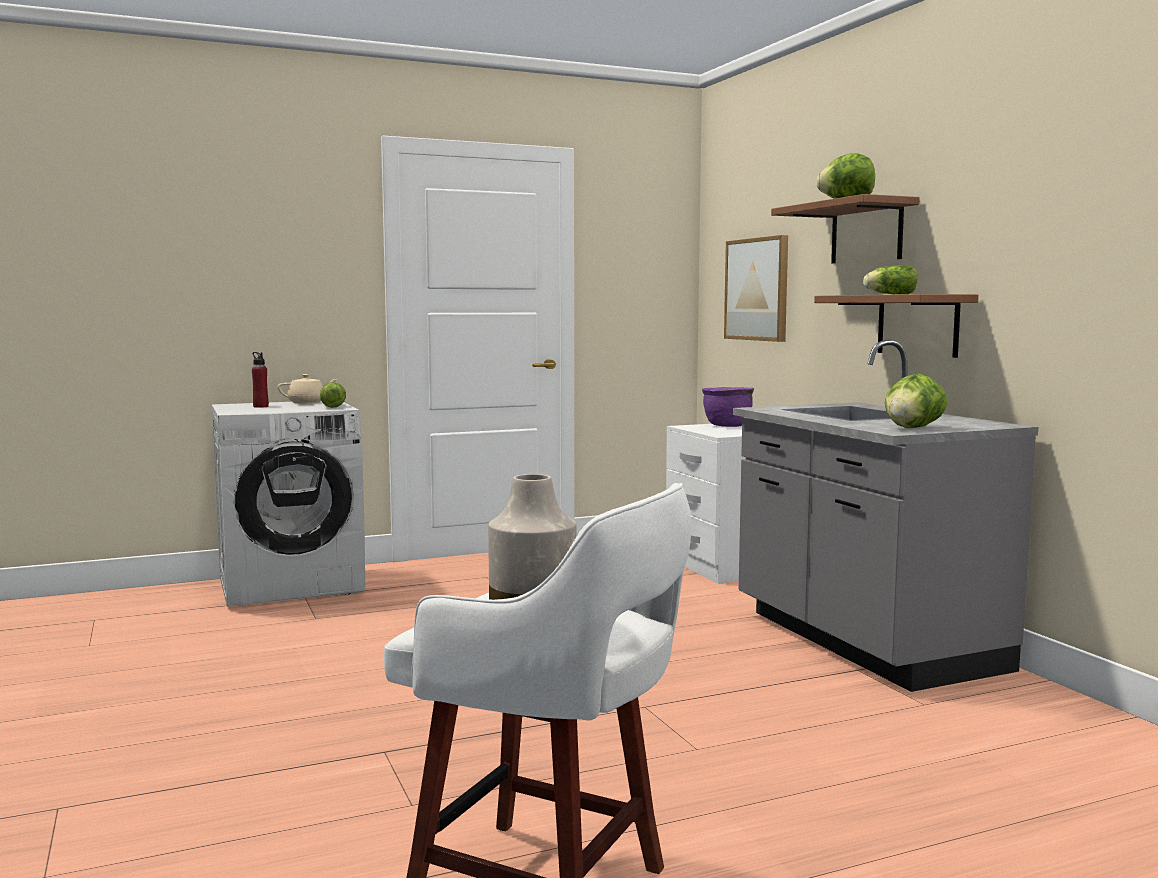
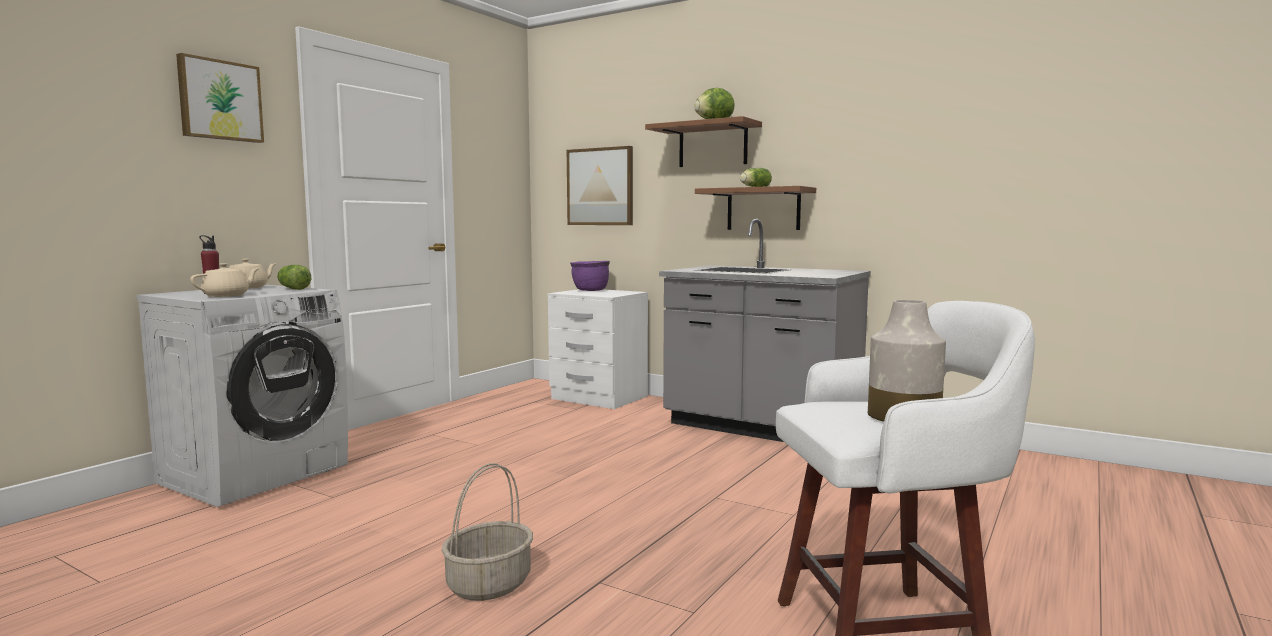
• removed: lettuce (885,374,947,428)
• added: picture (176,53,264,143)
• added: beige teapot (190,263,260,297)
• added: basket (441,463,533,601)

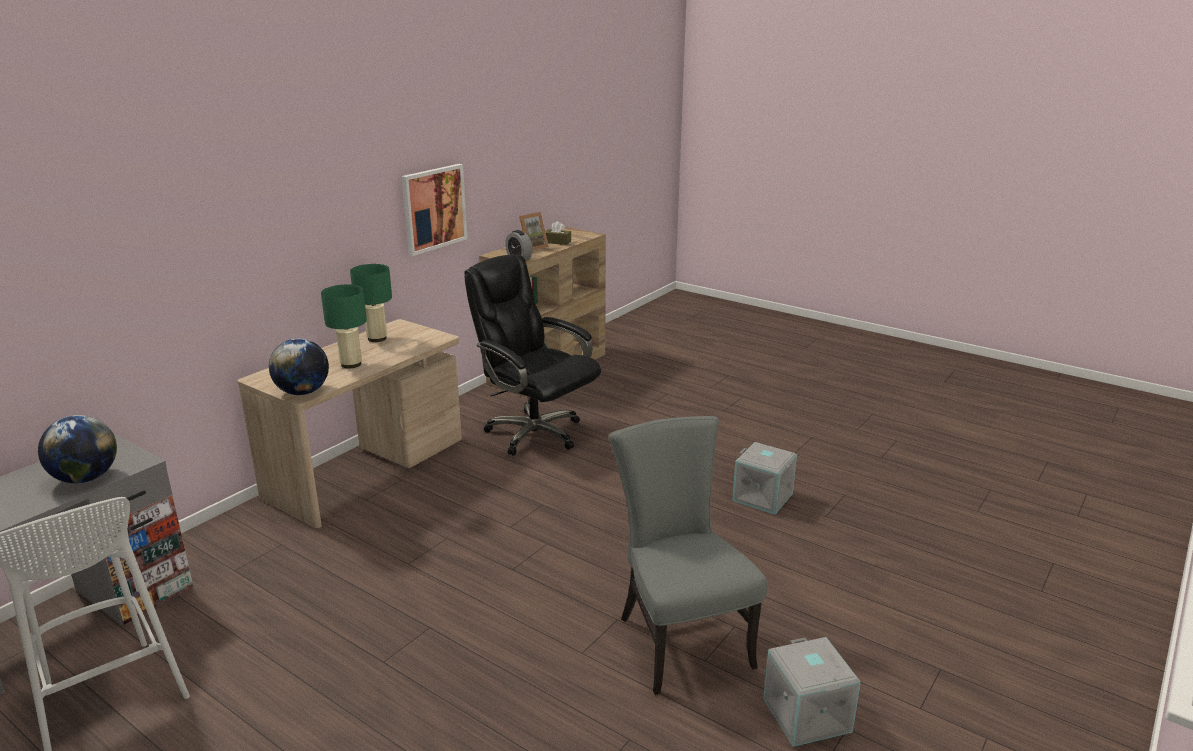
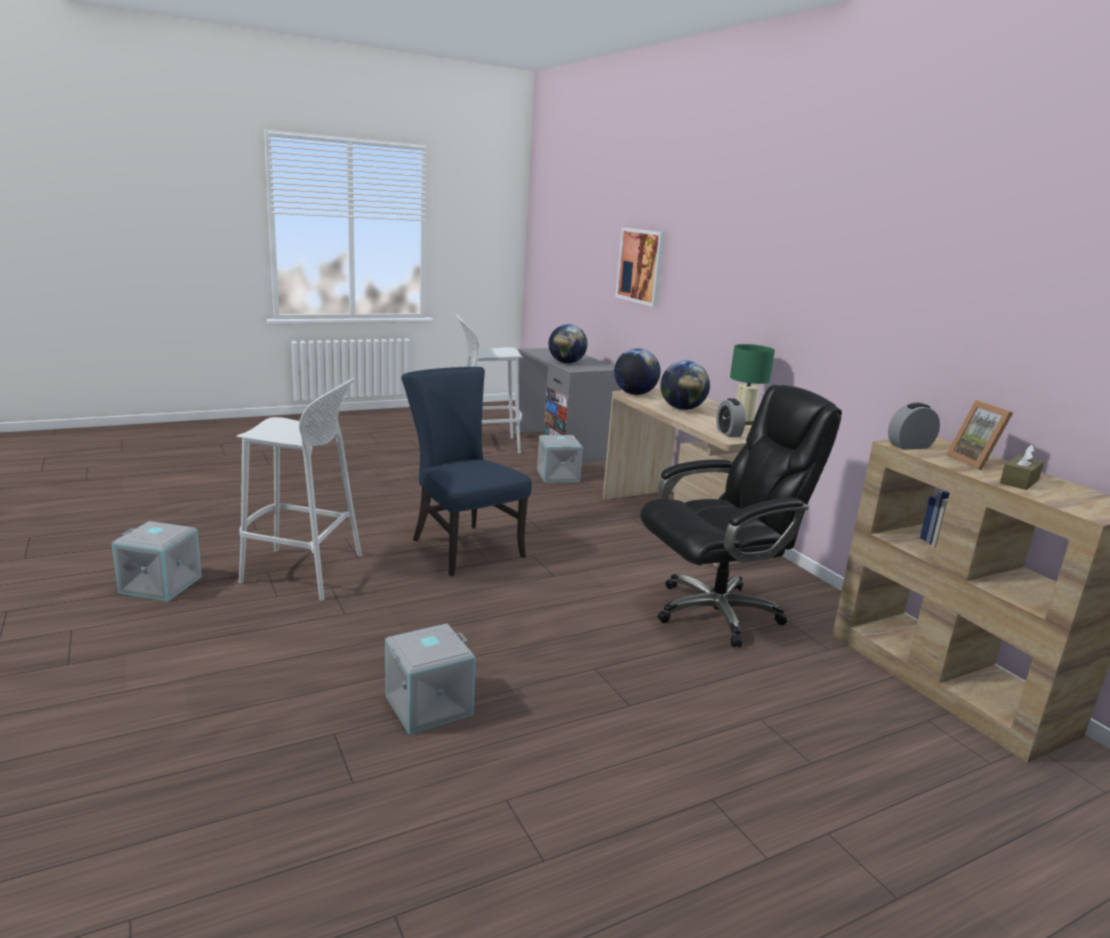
• added: blue chair (401,367,531,576)
• added: grey storage box (537,435,583,483)
• added: alarm clock (717,398,746,437)
• moved: picture (402,164,468,256) to (615,228,665,307)
• replaced: green table lamp (321,284,367,369) to globe (660,360,710,410)
• replaced: grey chair (609,416,767,695) to white stool (237,378,362,600)

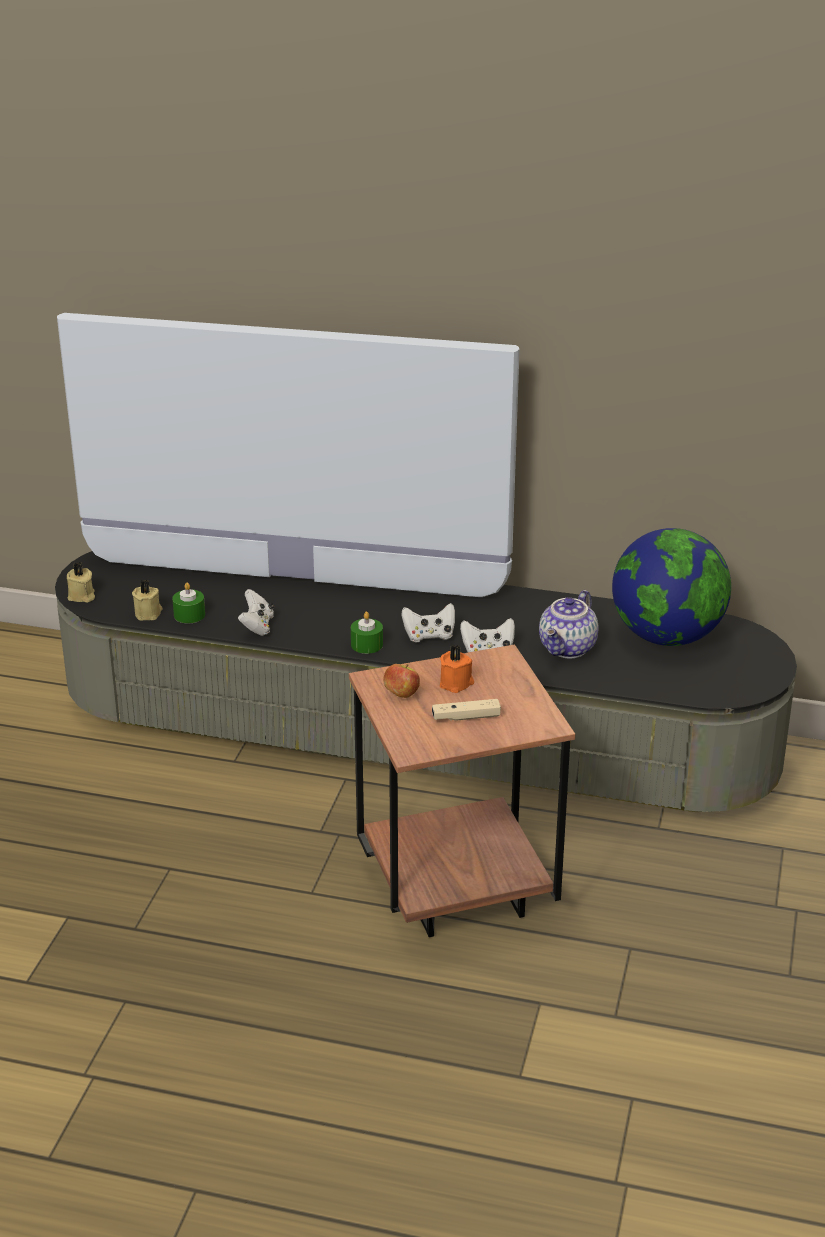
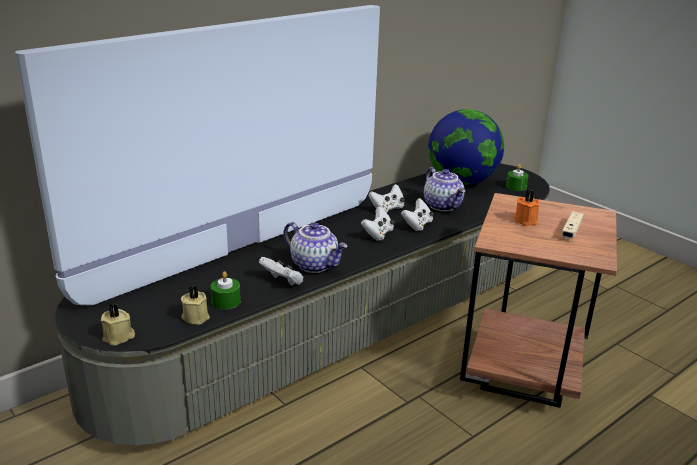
• removed: apple (383,664,420,698)
• added: teapot (284,222,347,273)
• added: white game controller (368,184,405,213)
• moved: green candle (351,612,383,654) to (506,164,529,191)

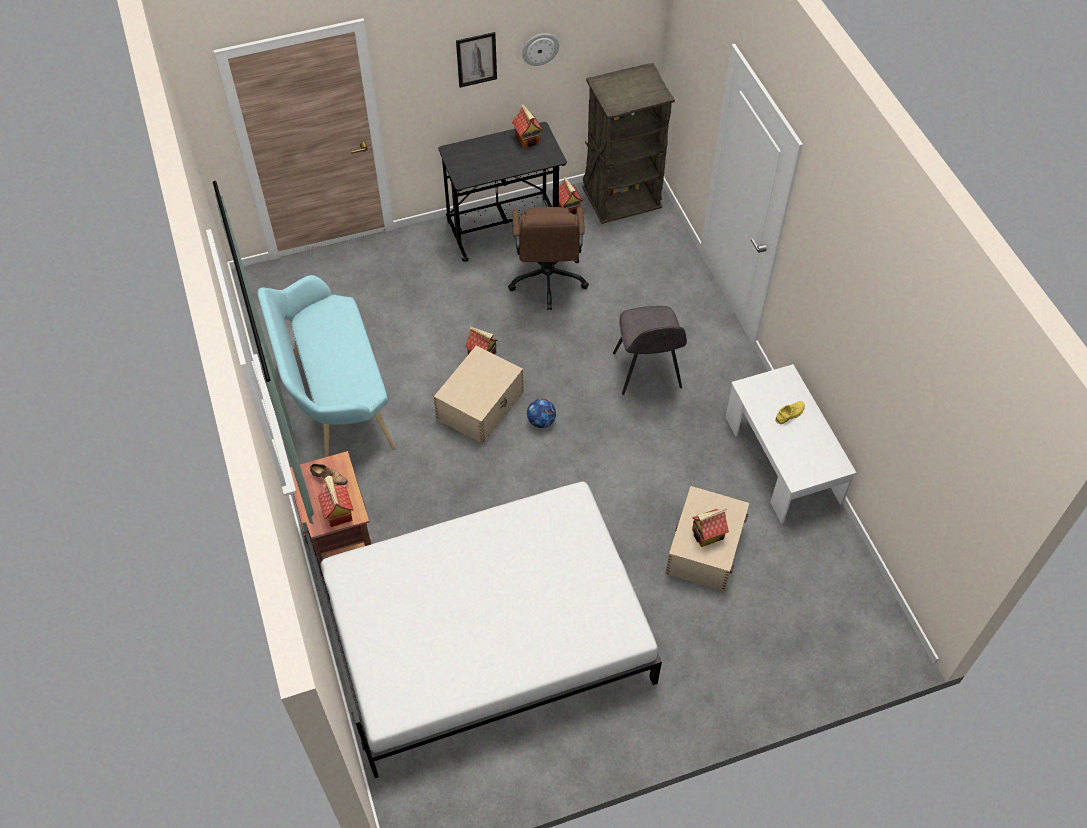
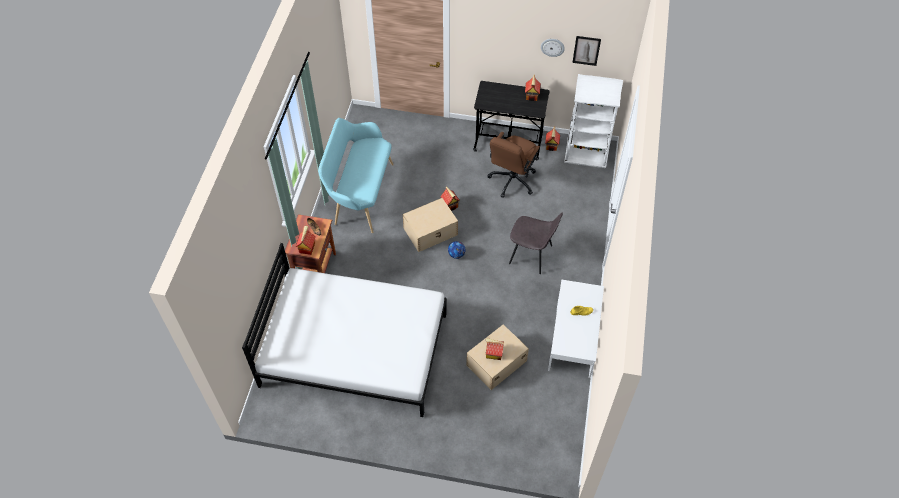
• moved: picture (456,32,497,88) to (572,36,601,66)
• recoloured: brown bookcase (582,63,675,224) to white bookcase (564,74,623,168)
• turned: grey chair (613,306,687,395) = (509,212,563,274) 90 degrees counterclockwise

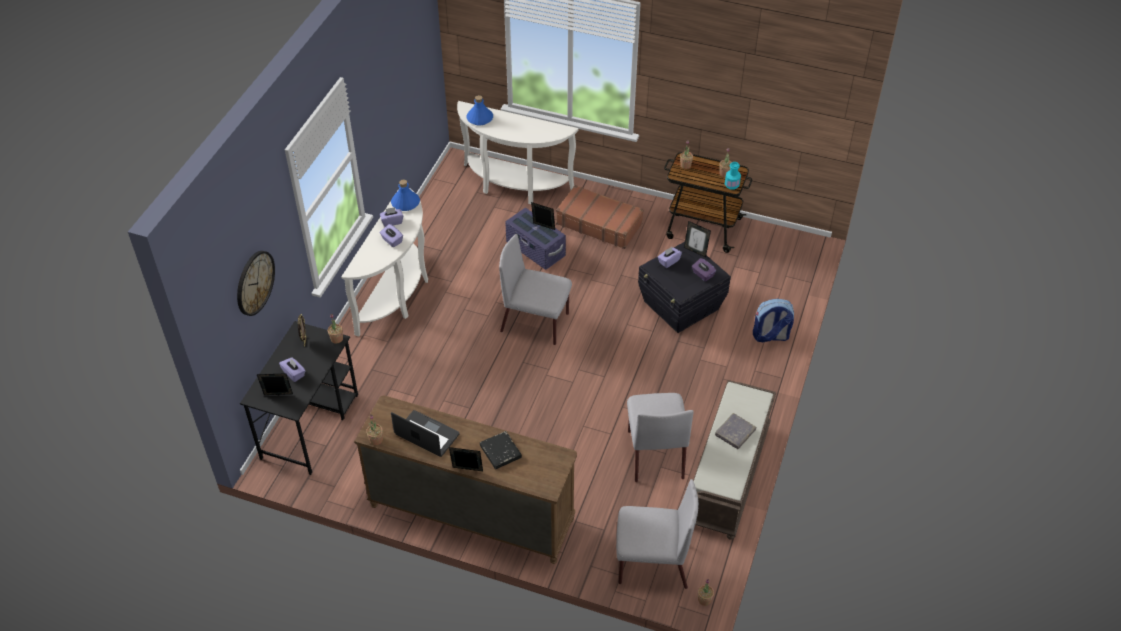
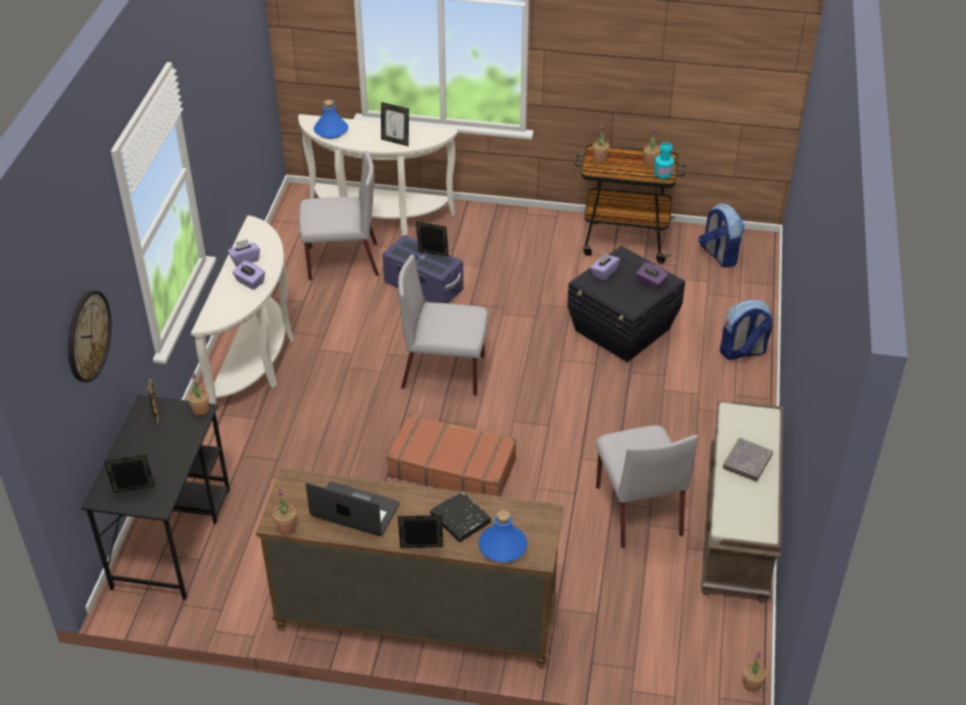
• removed: purple tissue box (279,357,306,382)
• added: backpack (699,203,745,267)
• moved: blue bottle (391,180,420,211) to (479,510,527,562)
• moved: brown suitcase (556,185,644,249) to (387,414,517,496)
• moved: grey chair (616,479,699,589) to (299,150,379,280)
• moved: picture frame (684,221,711,257) to (381,102,409,146)

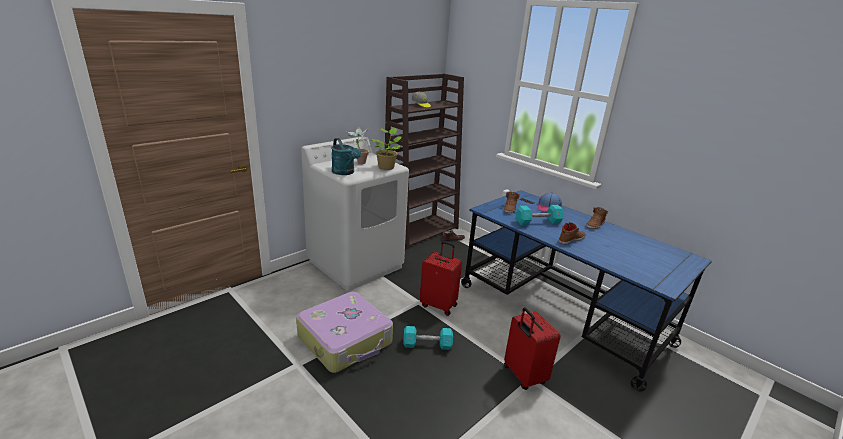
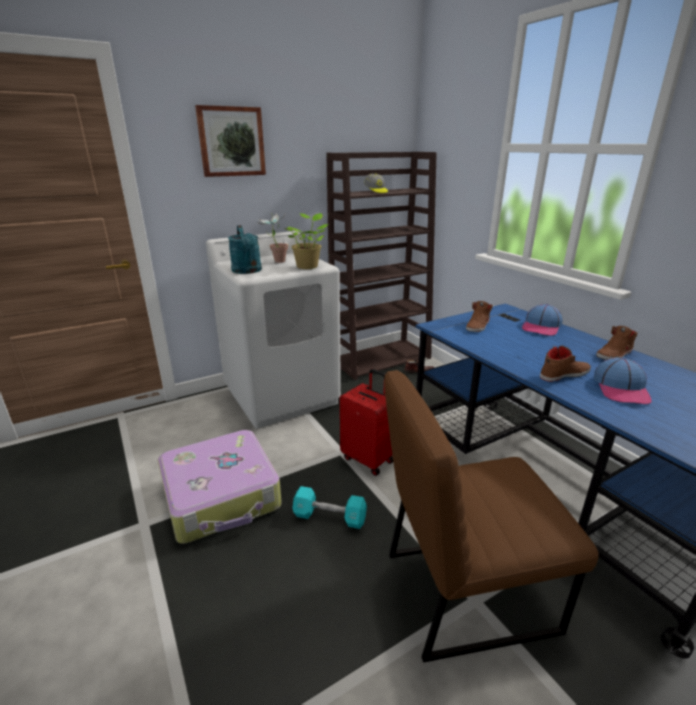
• removed: turquoise dumbbell (516,205,564,226)
• added: picture (195,105,266,177)
• added: cap (594,357,651,404)
• replaced: red suitcase (504,308,561,390) to brown chair (384,370,599,663)

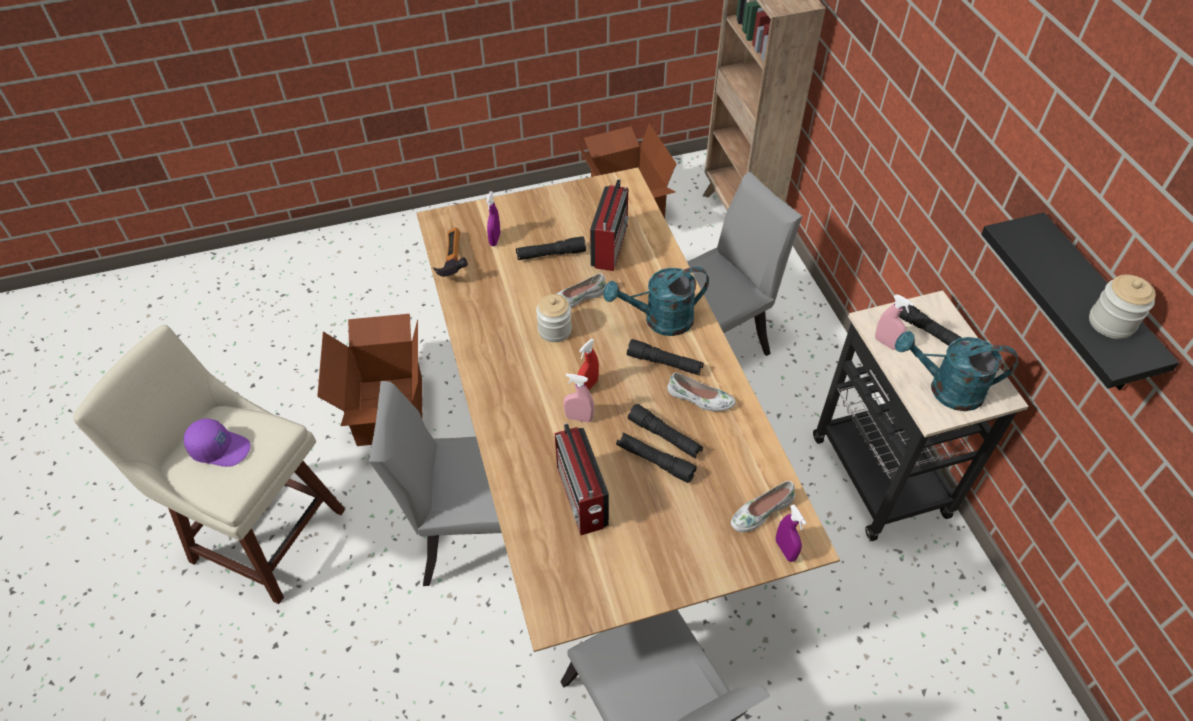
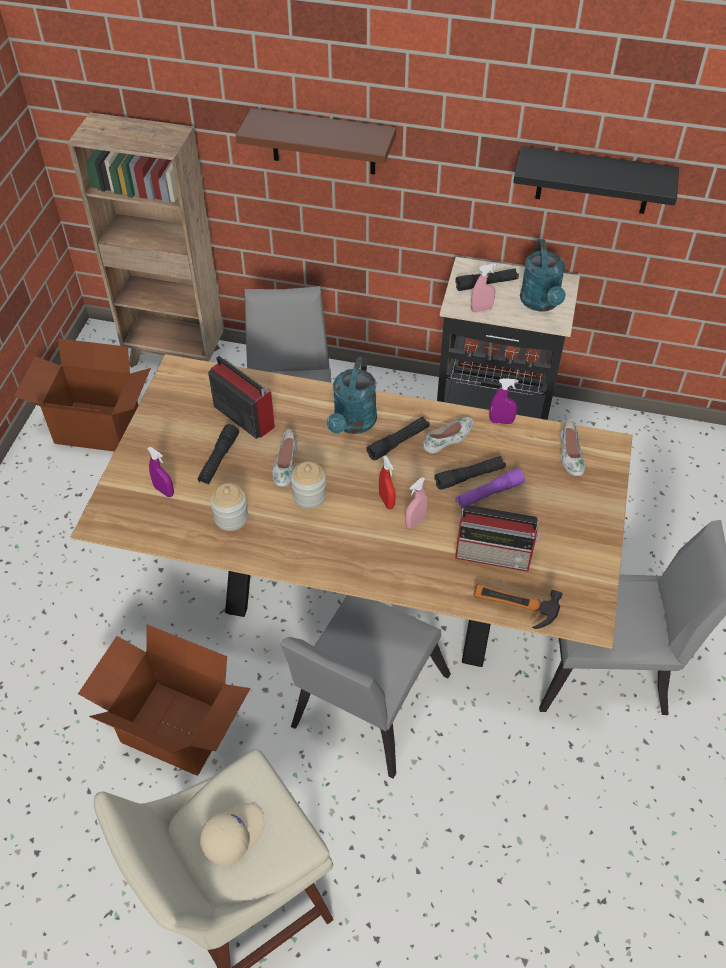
• added: brown shelf (236,108,396,174)
• moved: hammer (433,227,468,277) to (474,584,563,629)
• moved: purple spray bottle (776,505,807,562) to (489,378,519,424)
• moved: jar (1089,275,1156,339) to (210,483,248,531)
• recoloured: purple cap (184,418,251,467) to beige cap (200,803,265,866)
• recoloured: black flashlight (616,433,697,483) to purple flashlight (455,468,525,509)
• turned: turquoise watering can (895,331,1018,411) = (520,239,566,312) 45 degrees counterclockwise

